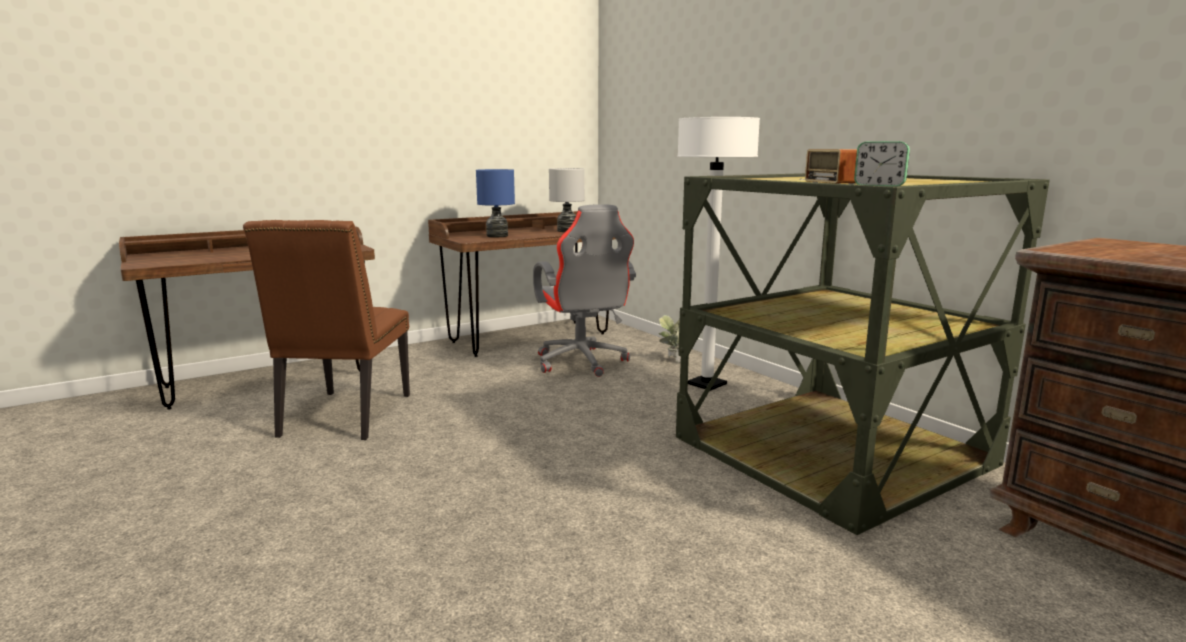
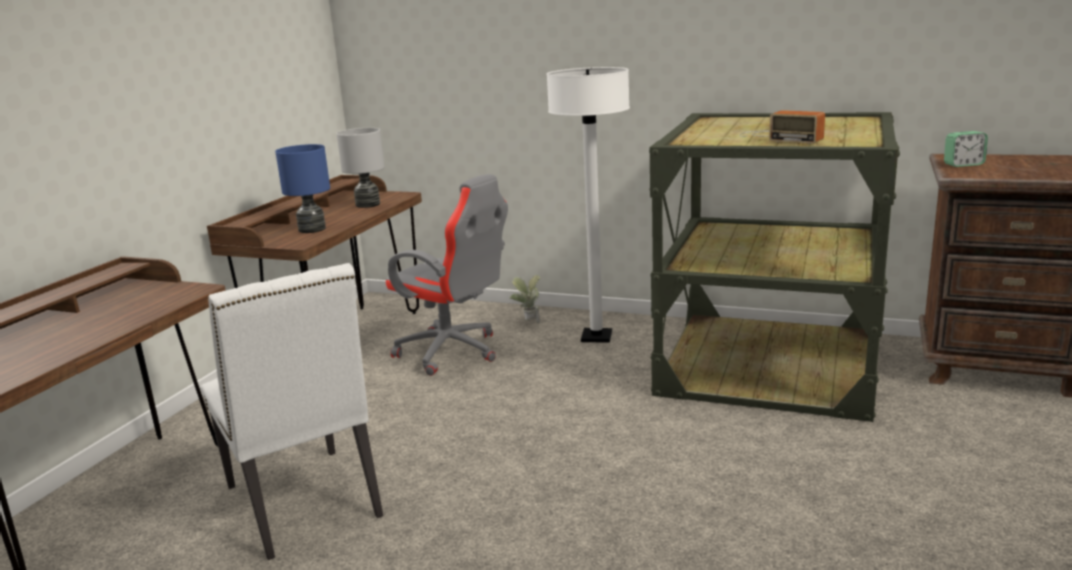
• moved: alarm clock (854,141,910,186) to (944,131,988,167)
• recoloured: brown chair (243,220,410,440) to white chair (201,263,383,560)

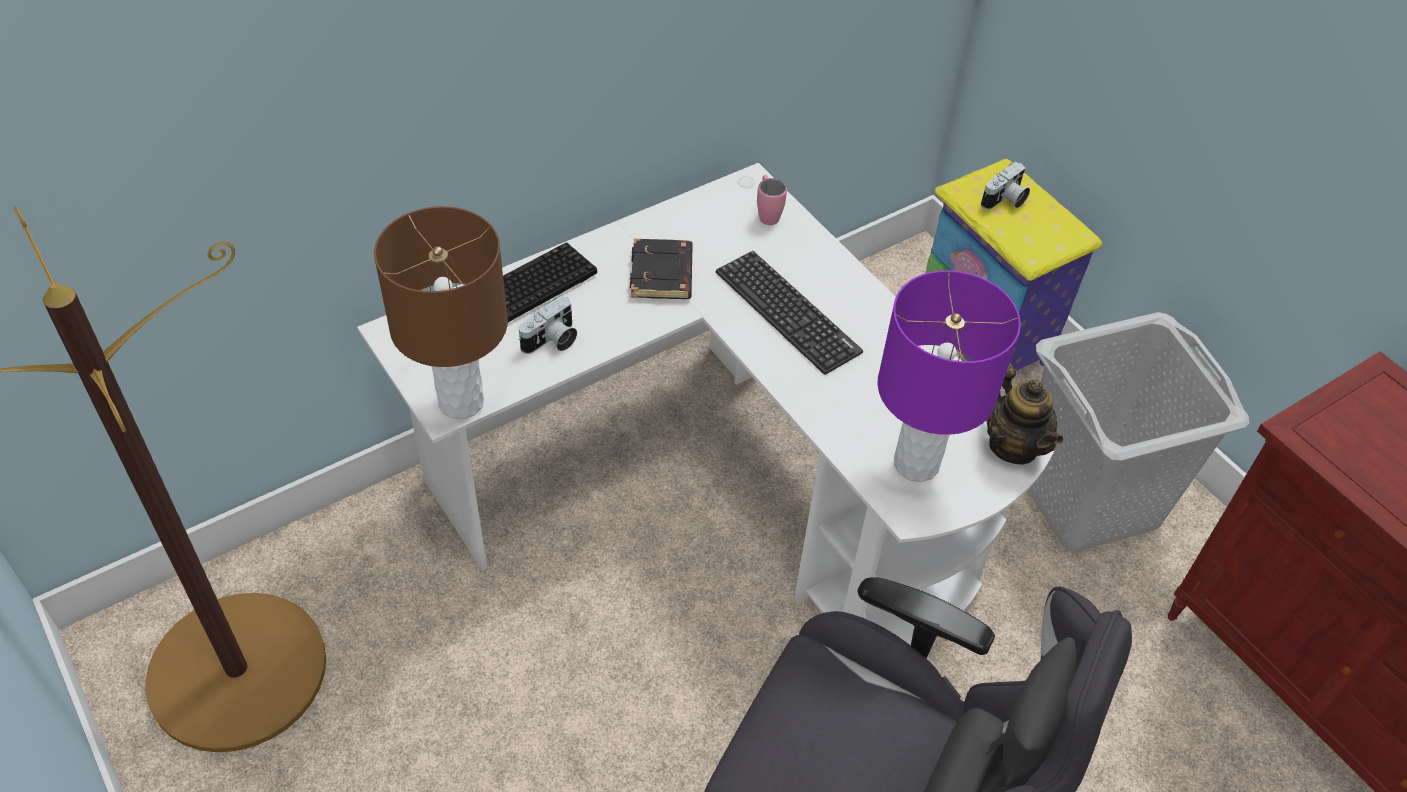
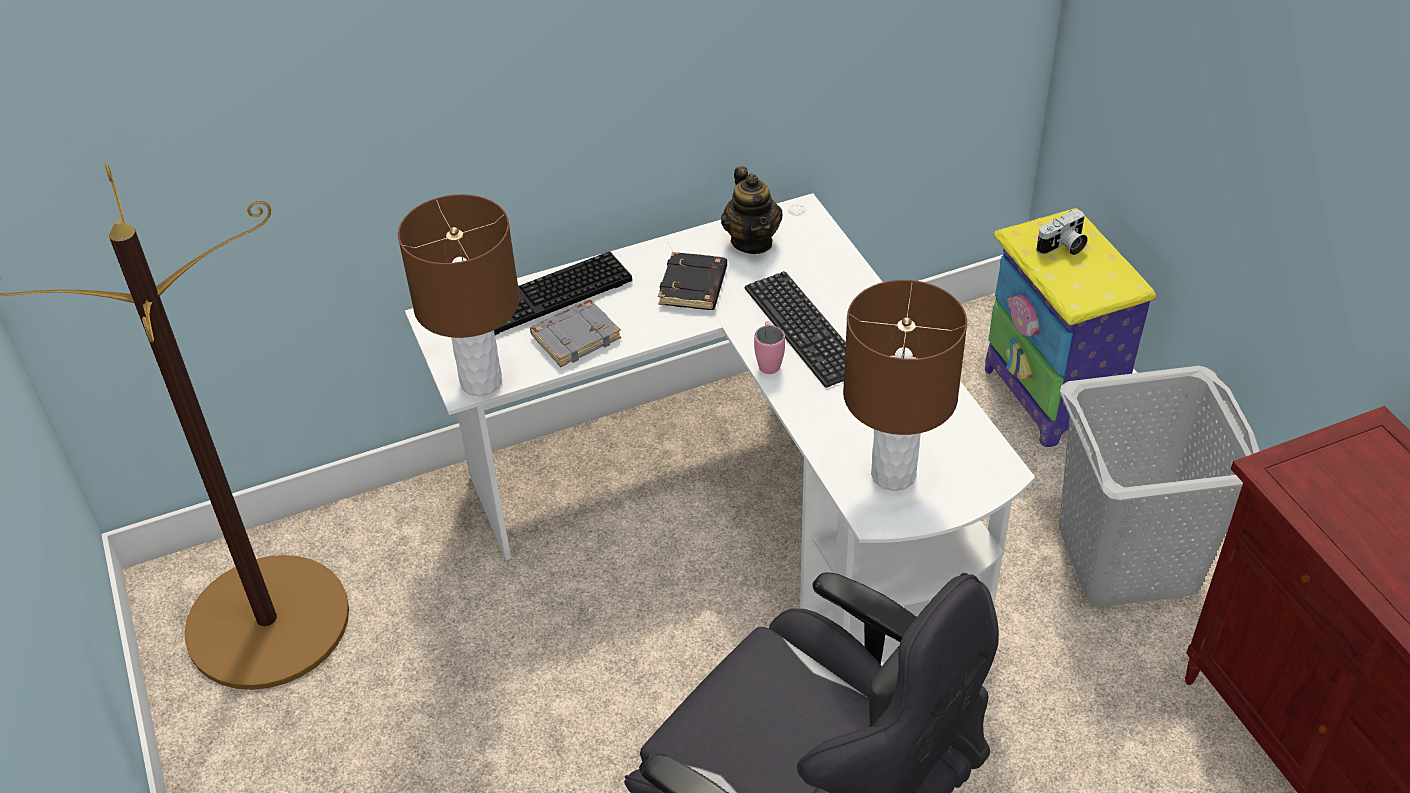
• moved: pink mug (757,175,787,225) to (754,321,785,374)
• moved: teapot (987,363,1063,464) to (721,166,783,254)
• replaced: photo camera (519,296,577,354) to grey book (530,300,621,367)
• recoloured: purple table lamp (878,270,1021,482) to brown table lamp (843,280,967,491)

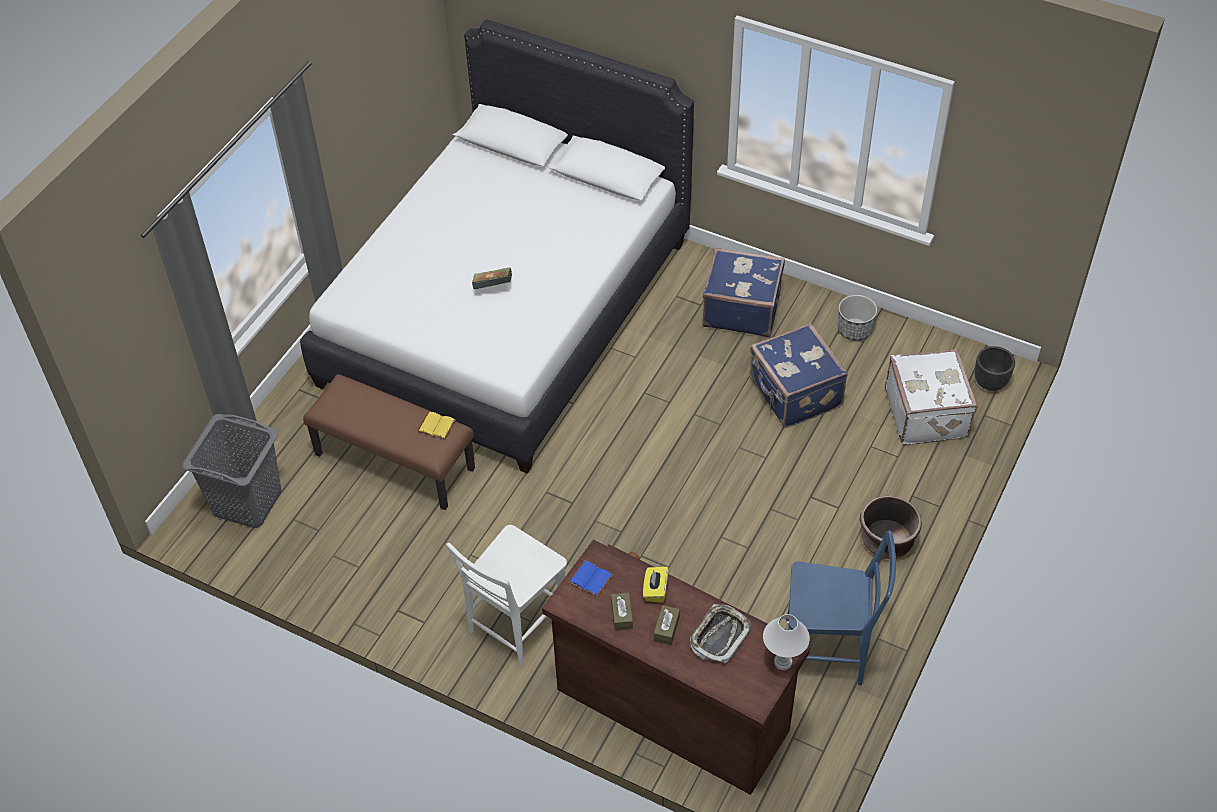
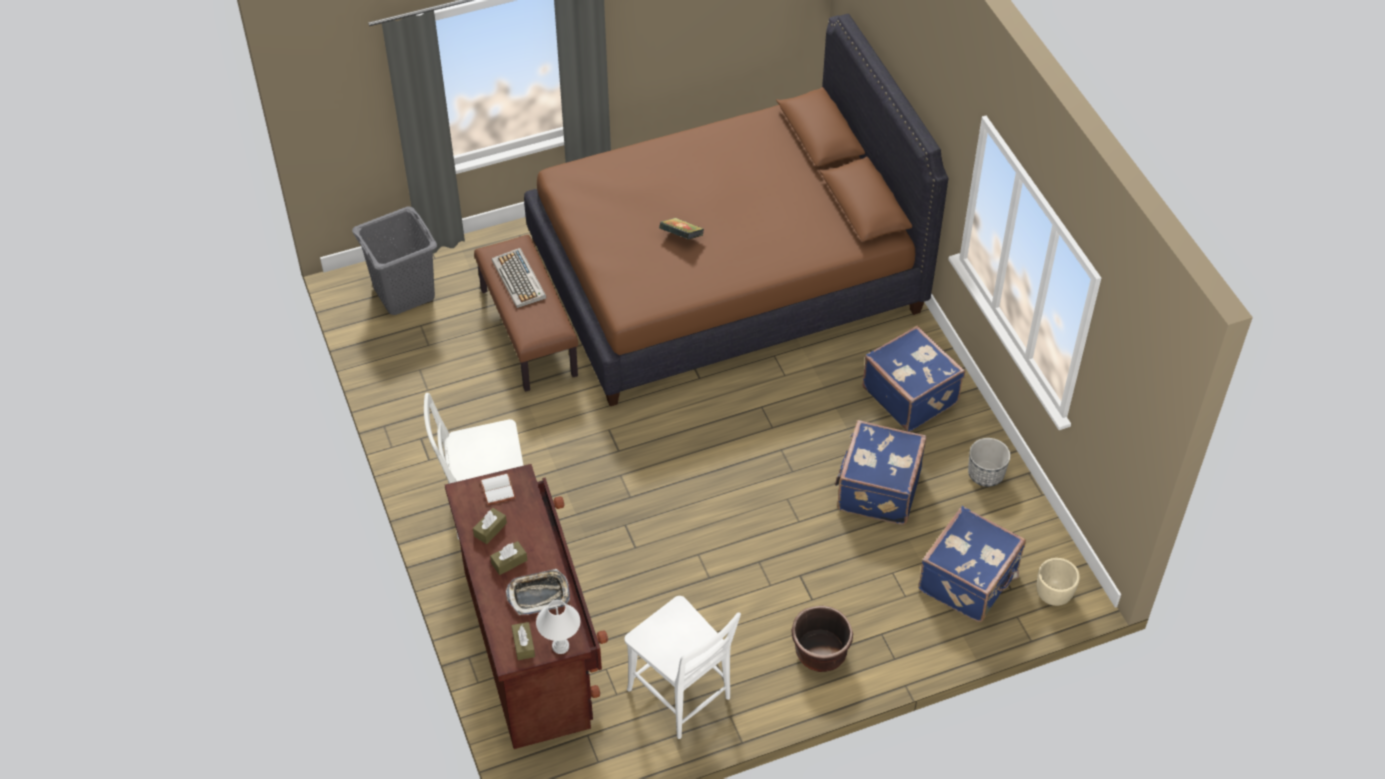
• removed: yellow book (417,412,456,440)
• removed: yellow tissue box (643,567,668,603)
• added: keyboard (492,248,546,308)
• added: brown tissue box (511,622,535,660)
• recoloured: white bed (300,20,694,474) to brown bed (524,14,949,406)
• recoloured: blue book (568,560,613,597) to white book (480,473,516,505)
• recoloured: blue chair (786,530,896,685) to white chair (624,596,741,739)
• recoloured: white suitcase (885,349,977,445) to blue suitcase (918,506,1026,622)
• recoloured: black planter (975,346,1015,391) to beige planter (1037,558,1080,606)

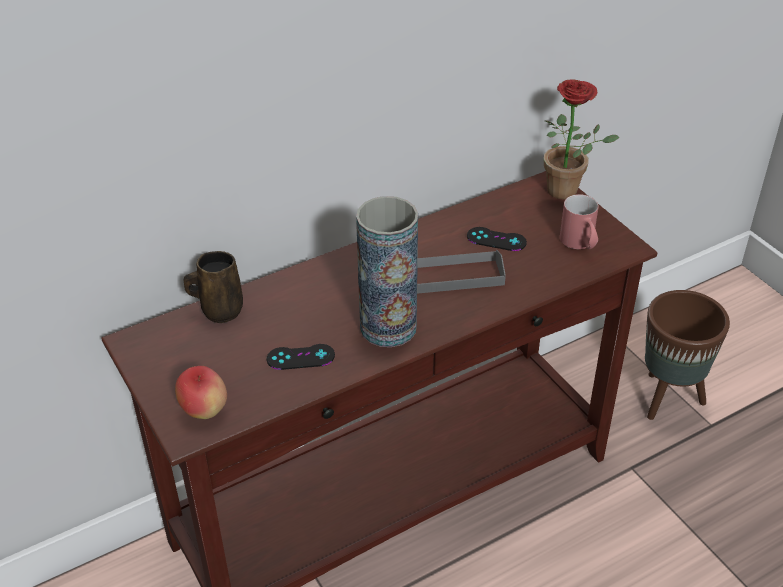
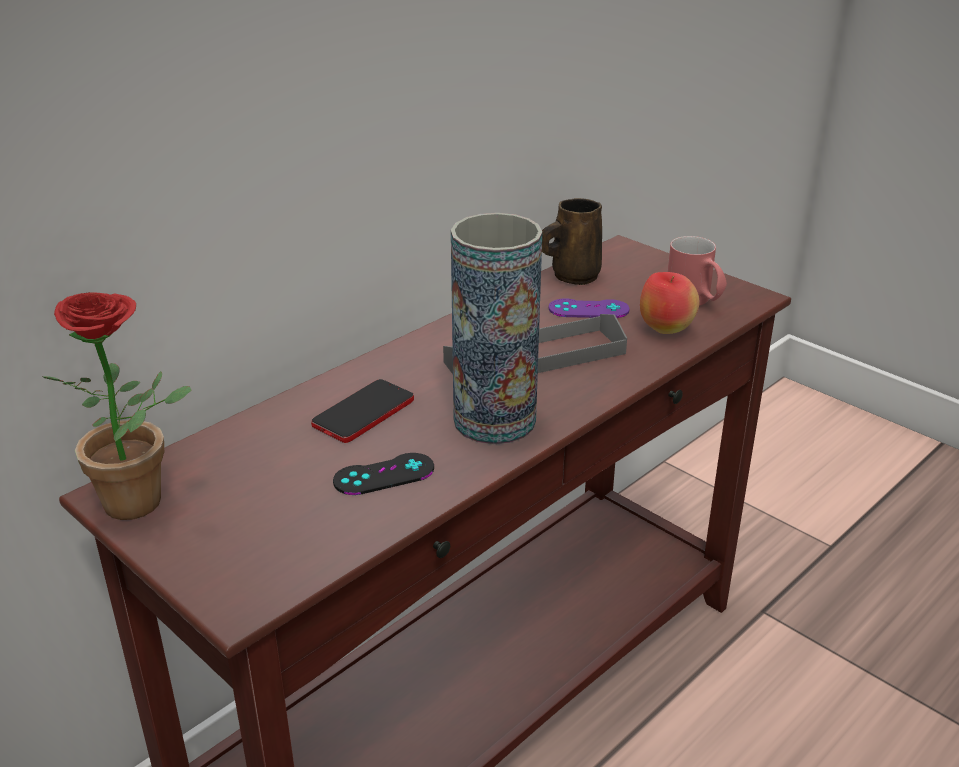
• removed: brown planter (645,290,730,420)
• added: phone (311,379,414,443)
• moved: apple (175,366,227,419) to (640,272,699,334)
• moved: brown mug (184,251,243,323) to (542,198,602,285)
• moved: potted plant (544,80,619,200) to (42,292,192,520)
• recoloured: black game controller (467,227,527,251) to purple game controller (549,298,630,318)

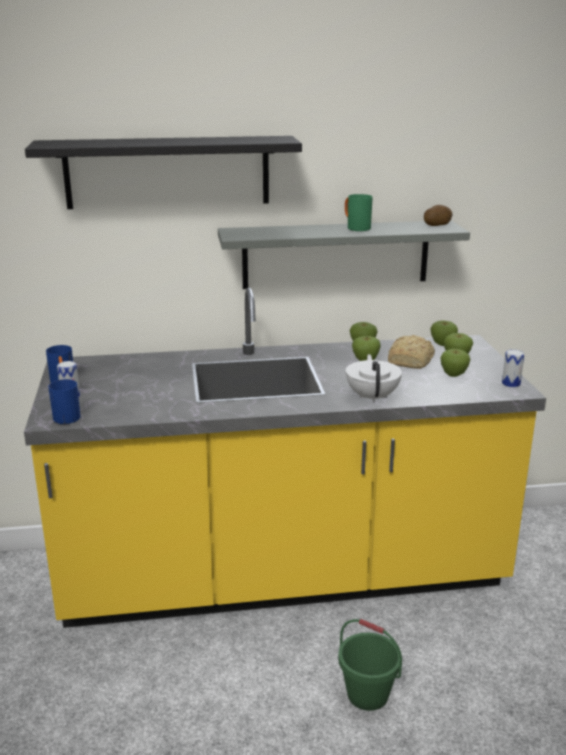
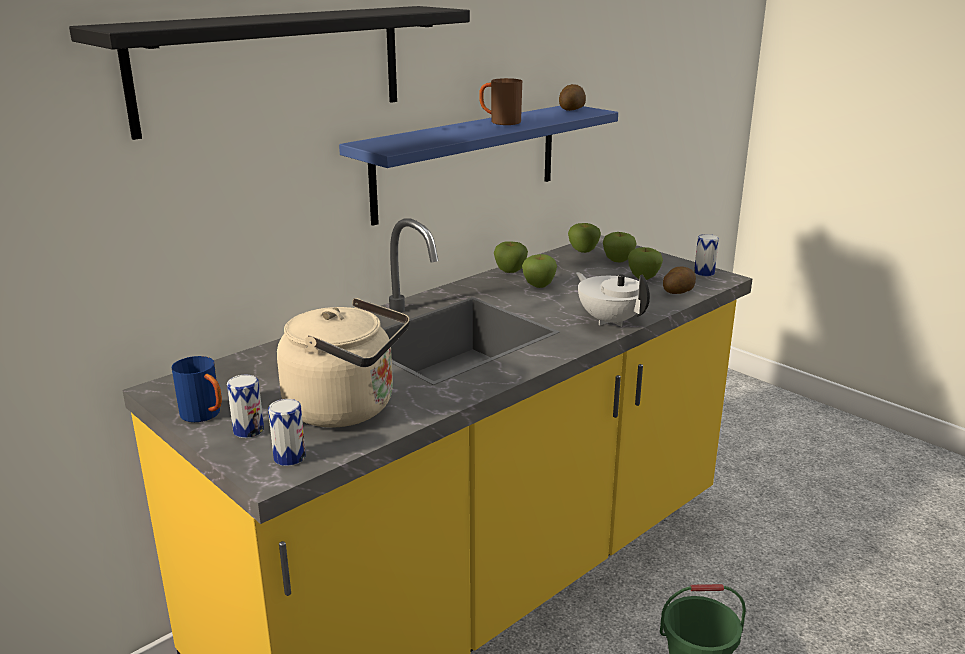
• removed: bread (388,335,435,369)
• added: beige kettle (277,298,410,428)
• added: potato (663,267,696,294)
• replaced: blue mug (48,379,80,424) to can (268,399,306,466)
• recoloured: grey shelf (218,220,470,289) to blue shelf (339,106,618,226)
• recoloured: green mug (345,194,373,231) to brown mug (479,78,522,125)

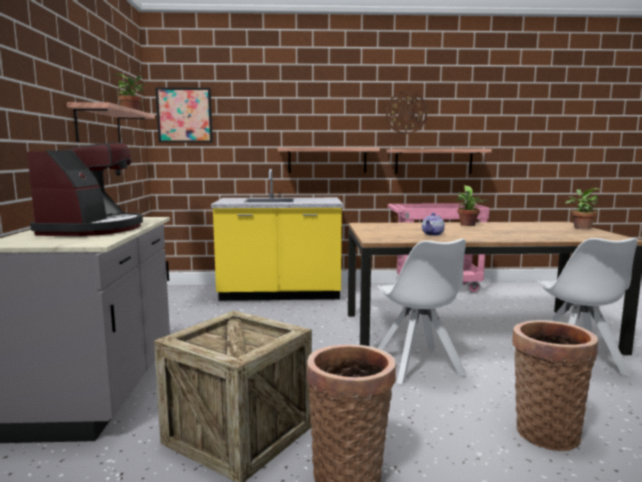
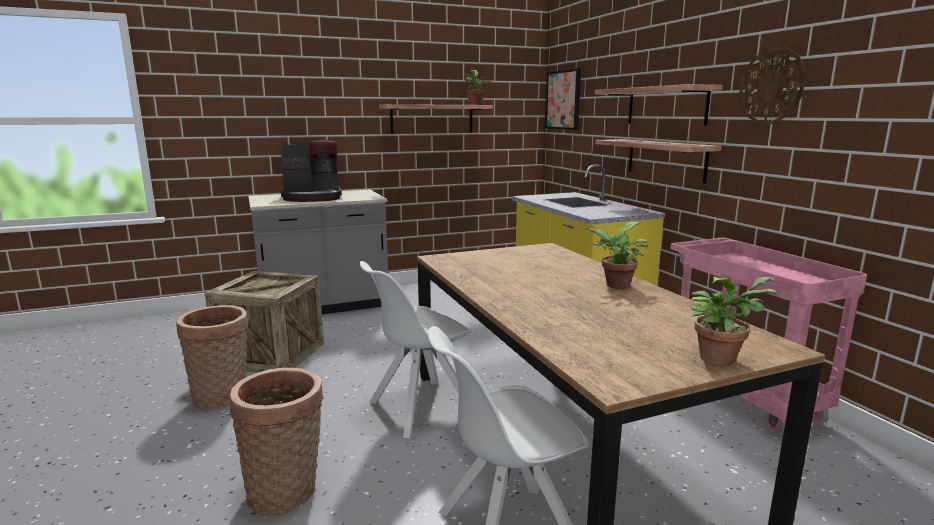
• removed: teapot (422,213,445,236)
• moved: shelf (387,149,492,174) to (595,84,723,126)

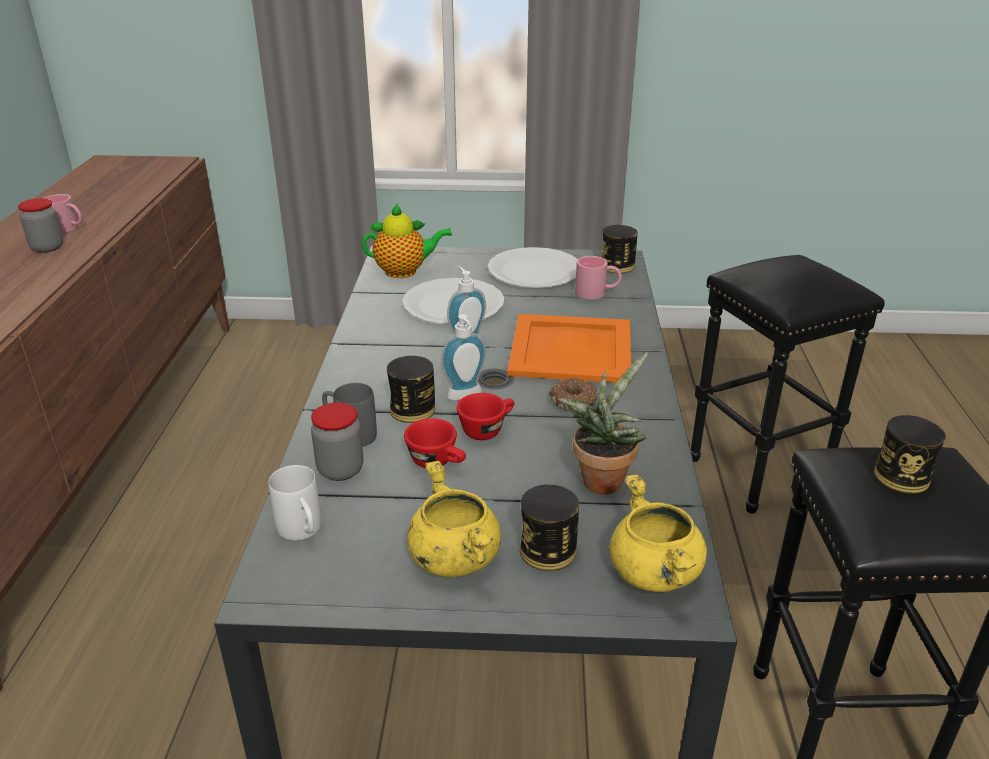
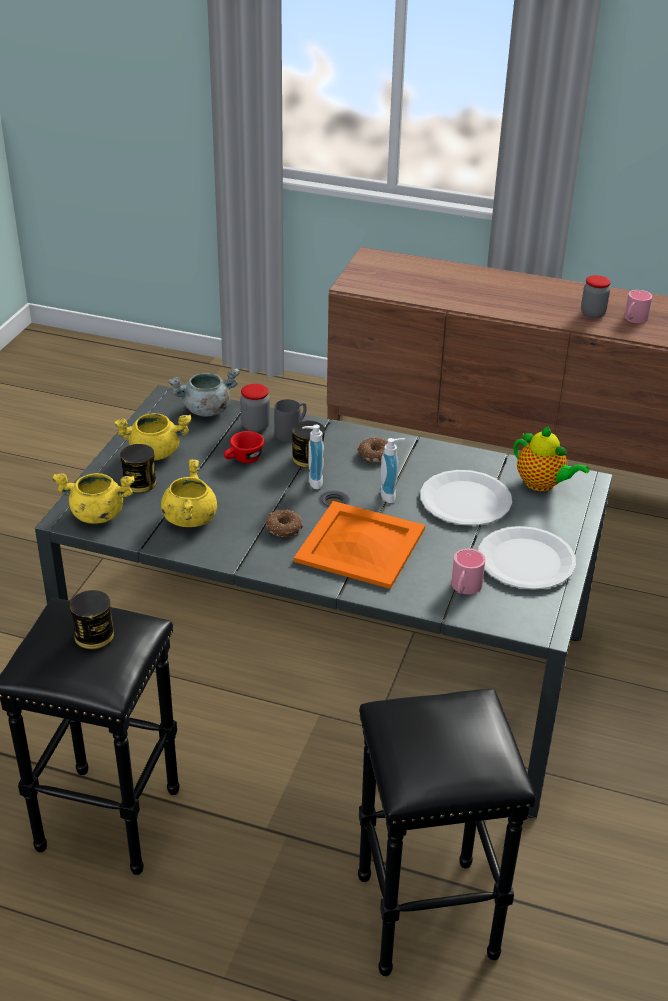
• removed: red cup (456,393,514,440)
• removed: can (602,225,638,274)
• added: donut (357,437,388,462)
• replaced: white mug (269,465,321,540) to grey cooking pot (168,368,240,417)
• replaced: potted plant (558,353,648,494) to yellow cooking pot (161,459,217,527)
• turned: teapot (362,204,452,278) = (513,427,590,491) 60 degrees counterclockwise

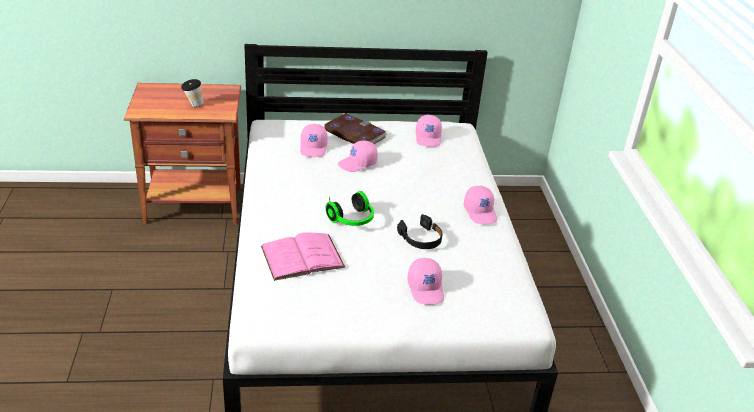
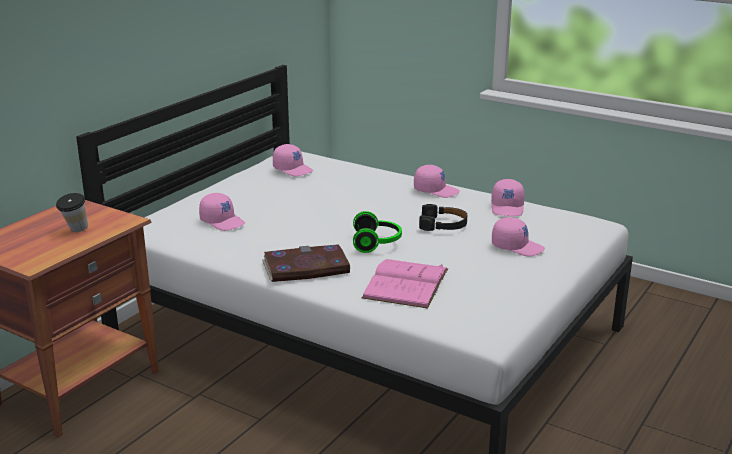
• moved: book (324,113,387,144) to (262,244,351,282)
• moved: pink cap (338,141,378,172) to (491,179,525,216)

